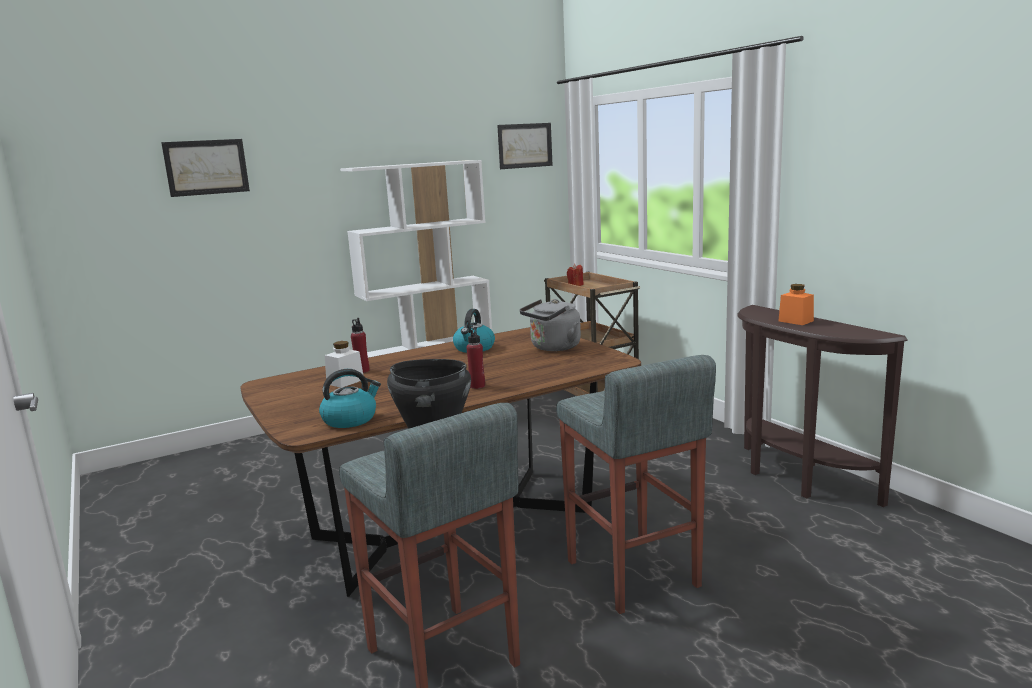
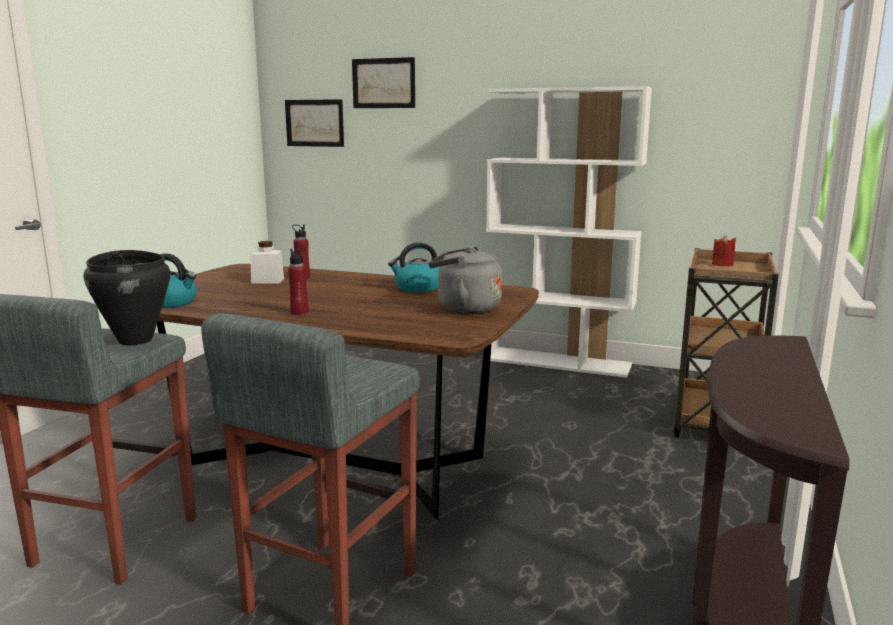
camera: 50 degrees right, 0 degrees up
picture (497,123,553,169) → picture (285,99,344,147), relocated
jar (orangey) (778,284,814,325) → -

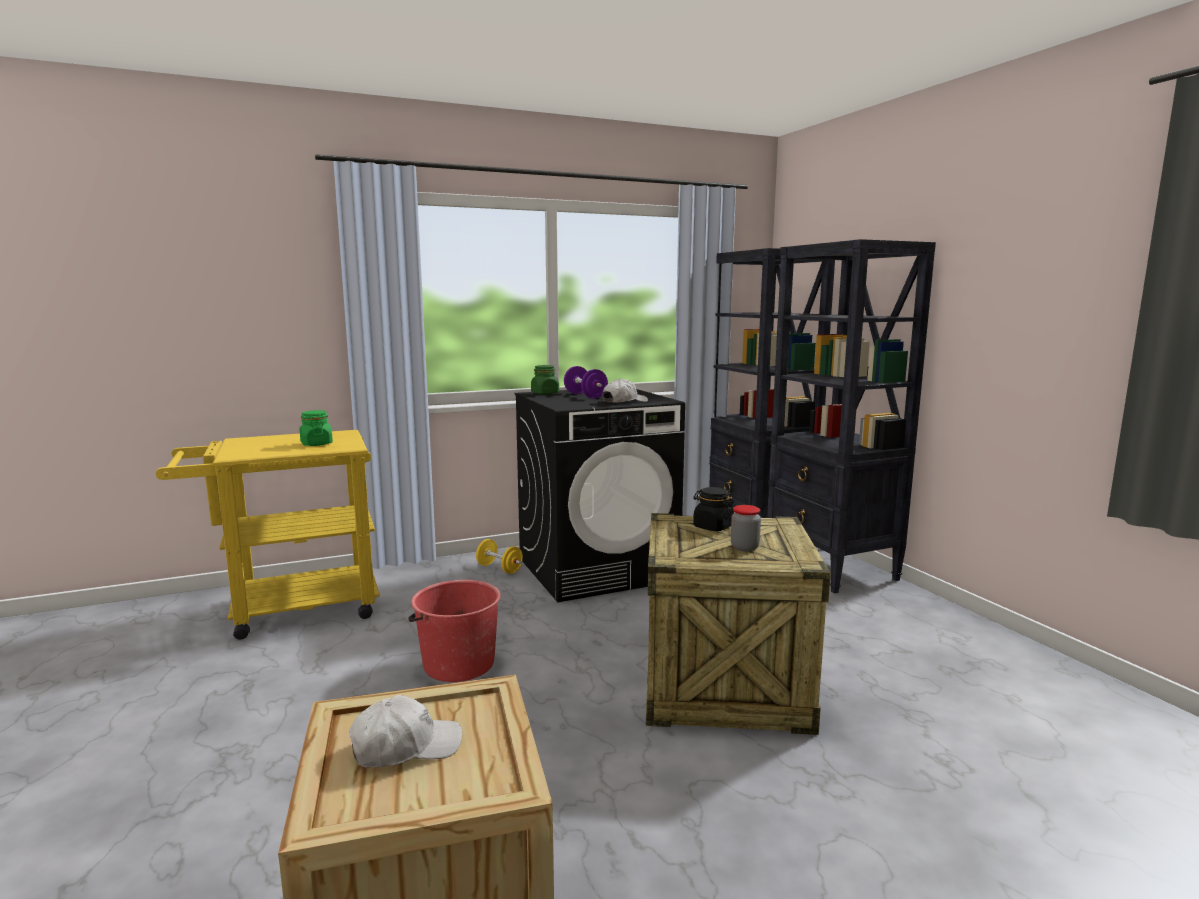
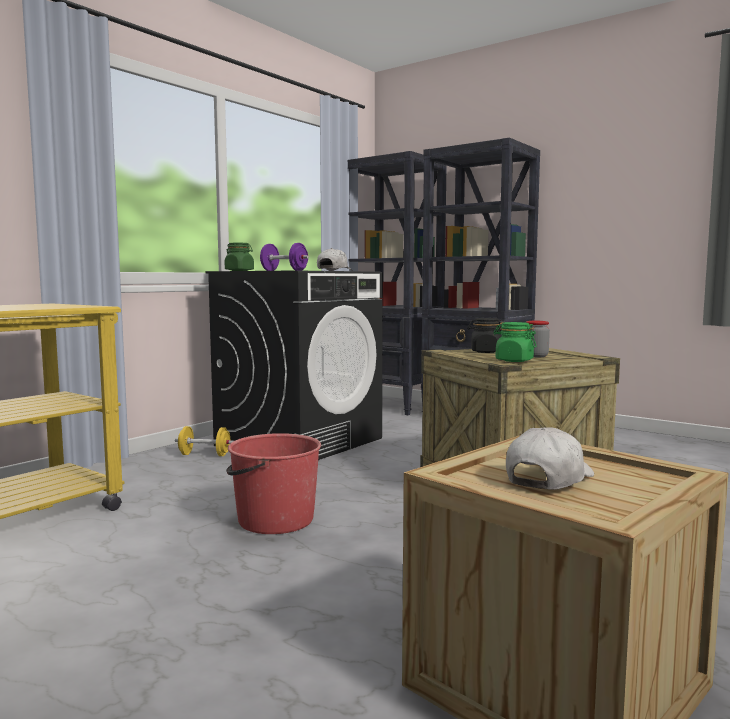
camera: 30 degrees left, 5 degrees down
jar (greenish) (300,410,333,446) → jar (greenish) (494,322,537,362), relocated

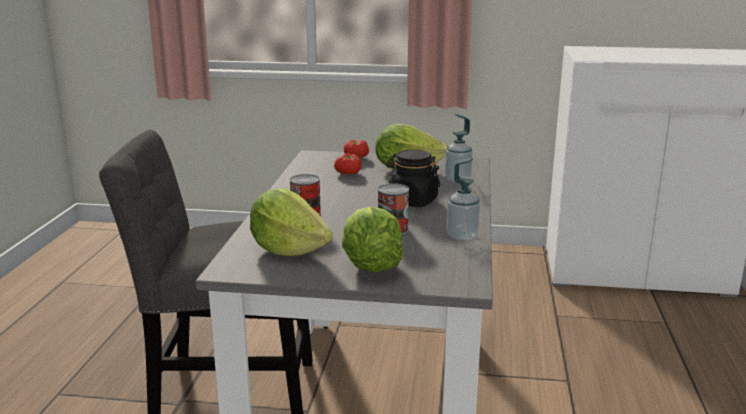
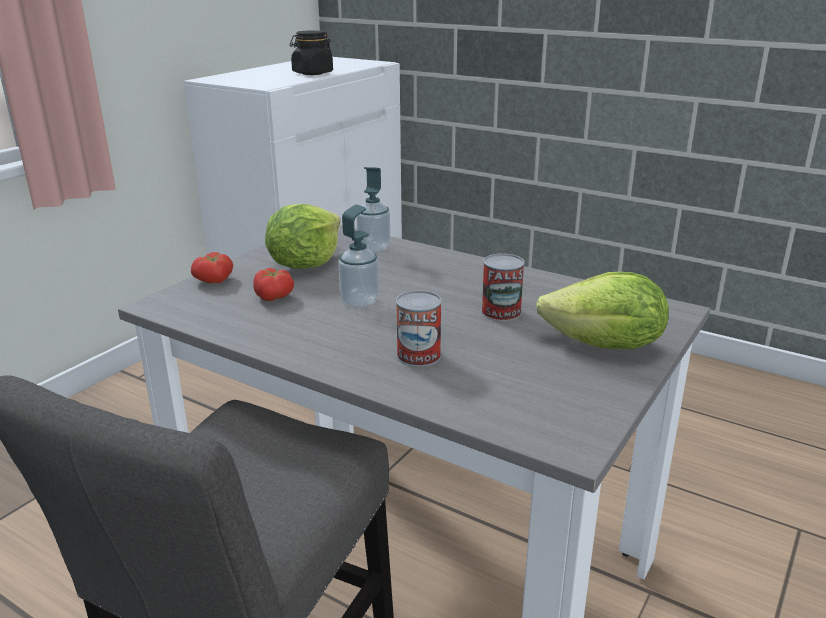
camera: 65 degrees left, 5 degrees up
jar (blackish) (386,150,440,207) → jar (blackish) (290,30,333,75), relocated
soap dispenser (447,158,480,241) → soap dispenser (338,205,379,308), relocated
lettuce head (250,189,333,256) → -

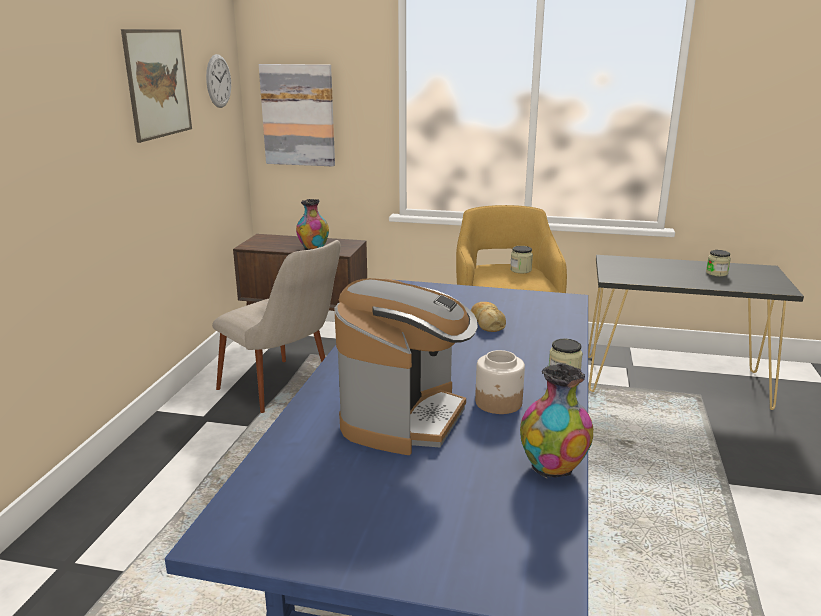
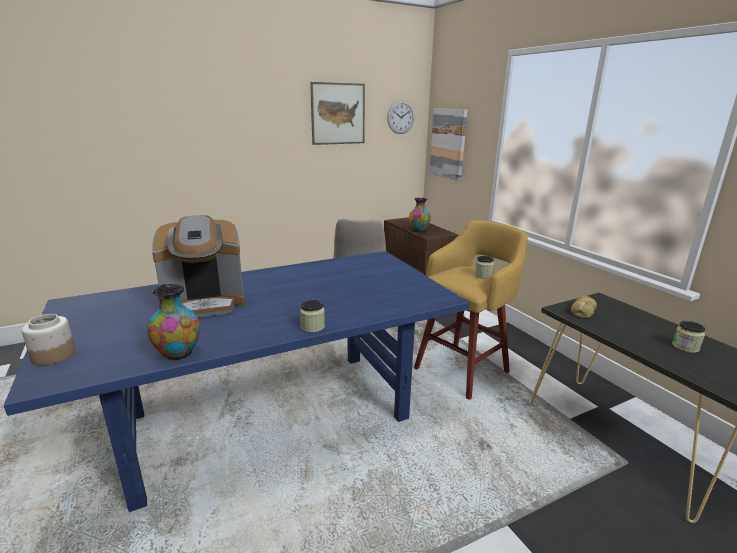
camera: 50 degrees right, 0 degrees up
jar (475,350,525,414) → jar (21,314,75,366), relocated
baked bread (471,302,506,332) → baked bread (571,296,597,318), relocated

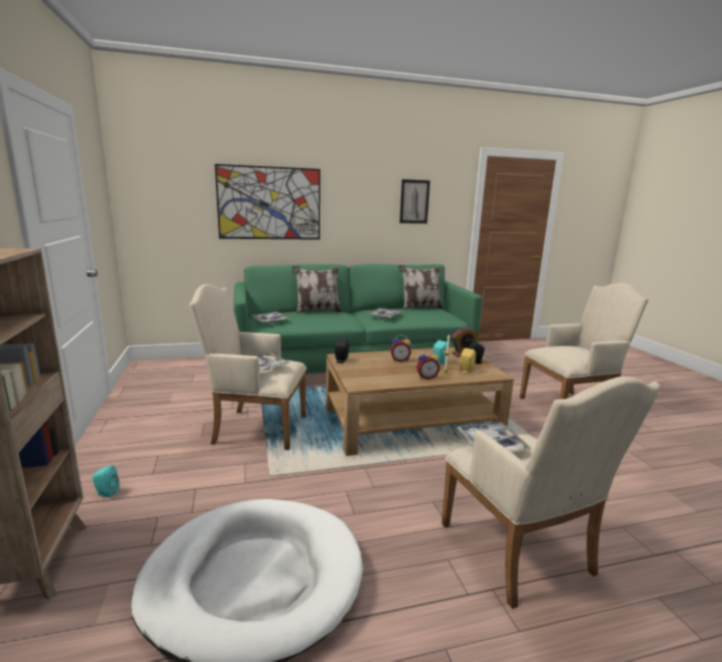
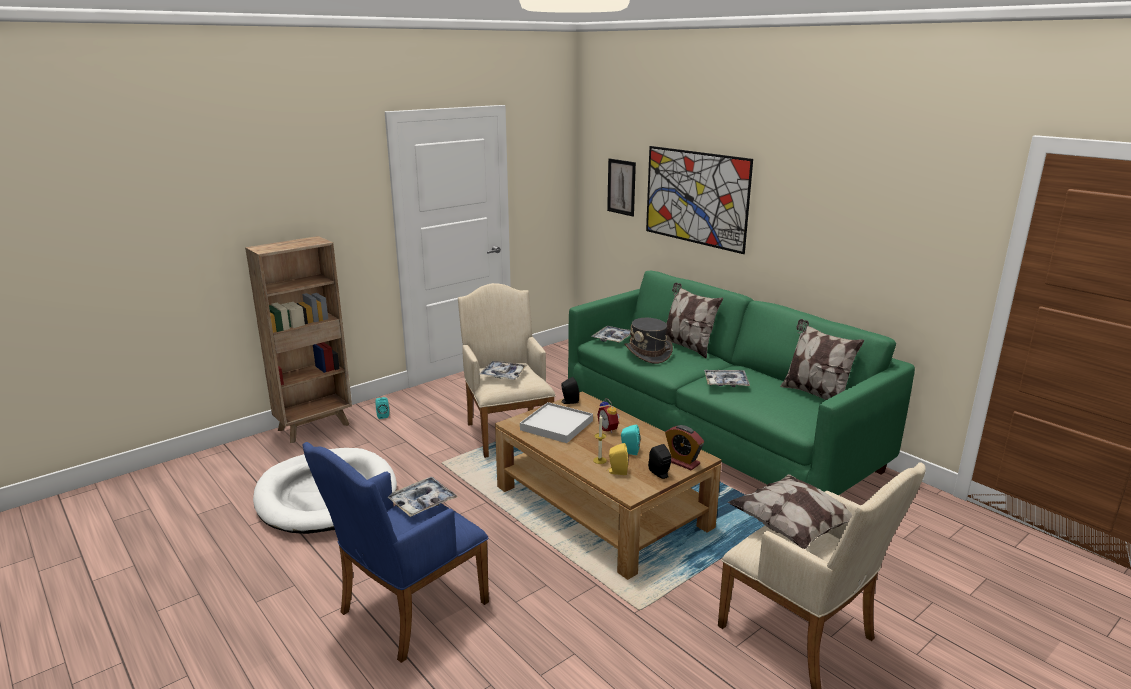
camera: 65 degrees right, 5 degrees up
lounge chair (beige-coloured) (442,376,660,609) → lounge chair (blue) (302,442,489,663)
- → tray (white-coloured) (520,402,593,443)
picture (400,179,430,224) → picture (607,158,636,217), relocated
- → wearable hat (gray) (624,318,673,364)
- → throw pillow (728,474,852,549)
bedside clock (416,350,440,380) → -

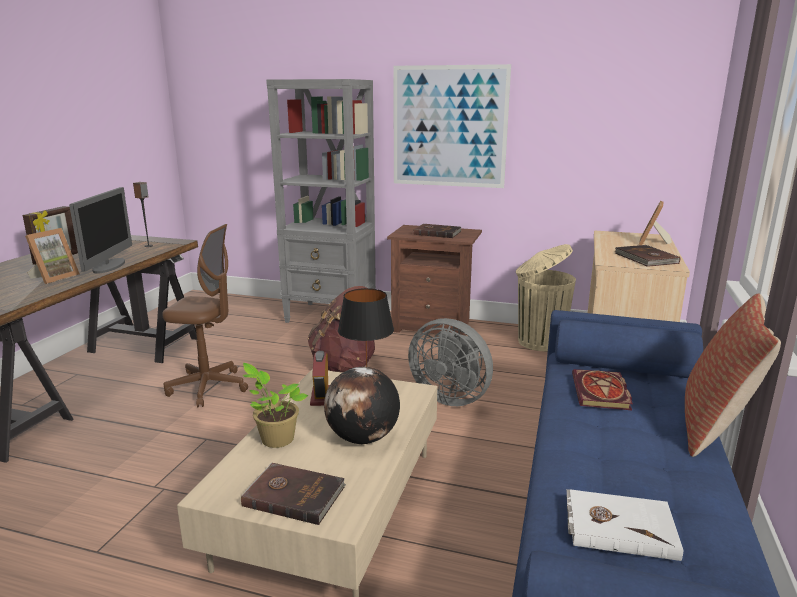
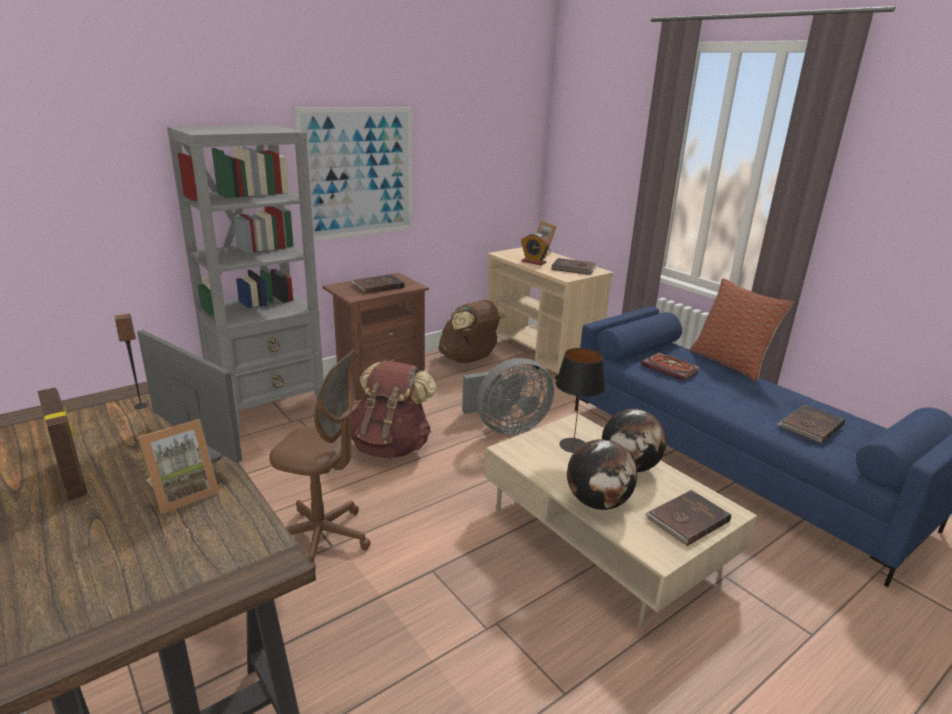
camera: 55 degrees left, 5 degrees up
photo frame (25,228,80,284) → photo frame (139,419,219,514), 75 degrees clockwise
office chair (brown) (162,224,248,407) → office chair (brown) (269,350,371,571), 60 degrees clockwise
trash can (beige-coloured) (516,244,576,351) → knapsack (brown) (438,300,508,363)
bedside clock (310,351,330,406) → bedside clock (521,233,550,265), relocated
plant in a pot (243,363,308,448) → world globe (567,439,637,510)
bound book (white-coloured) (567,489,683,561) → bound book (brown) (777,405,845,444)

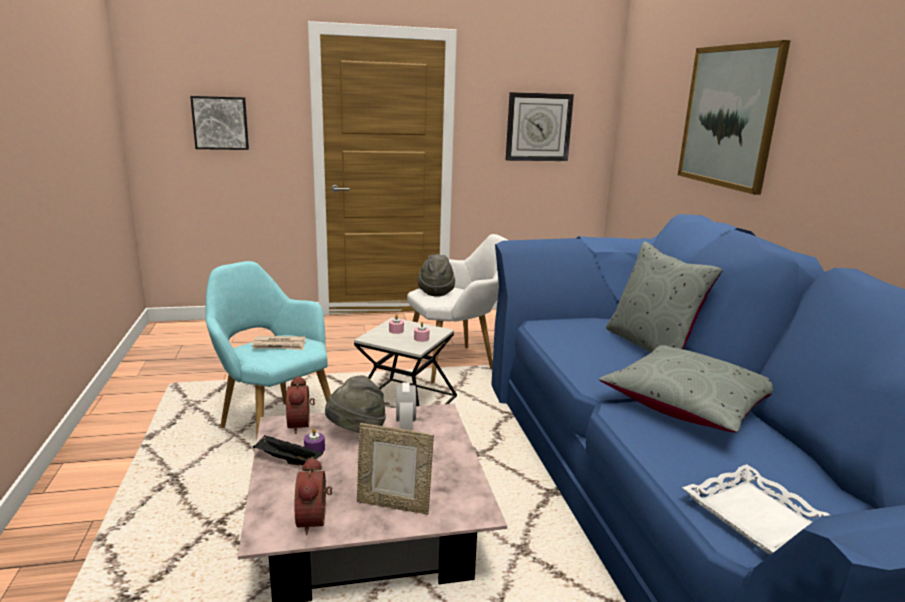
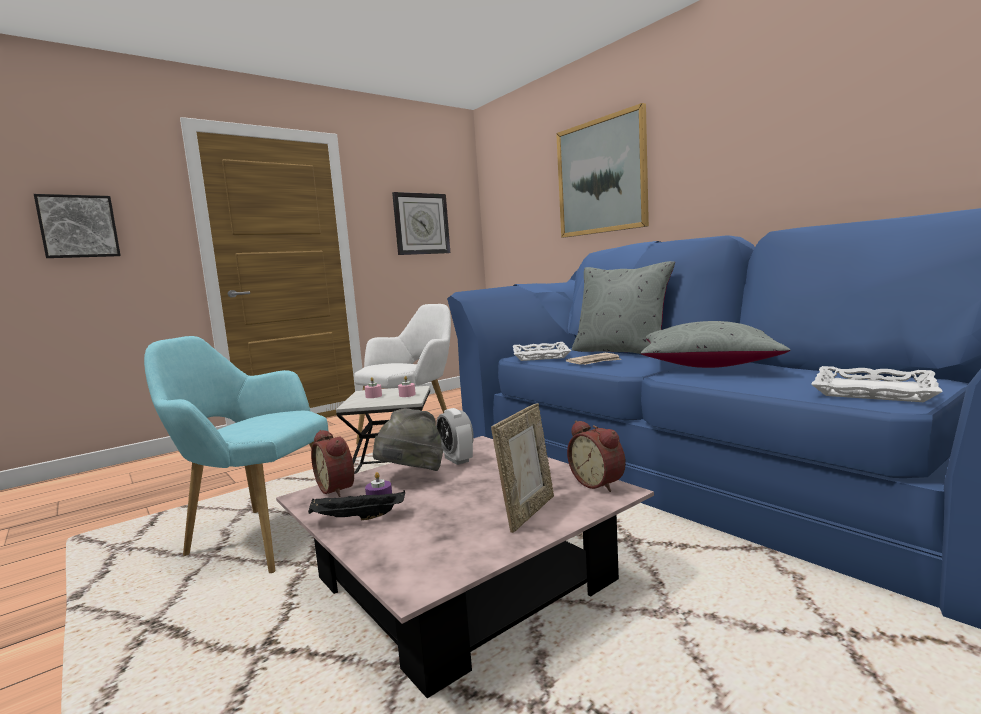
camera: 25 degrees left, 10 degrees down
photo frame (357,423,434,515) → photo frame (491,403,554,533), 45 degrees counterclockwise
- → tray (white-coloured) (513,342,571,361)
daily paper (252,336,306,350) → daily paper (566,353,621,365), relocated
bedside clock (295,457,332,535) → bedside clock (567,420,626,492), relocated
wearable hat (gray) (418,254,455,297) → -

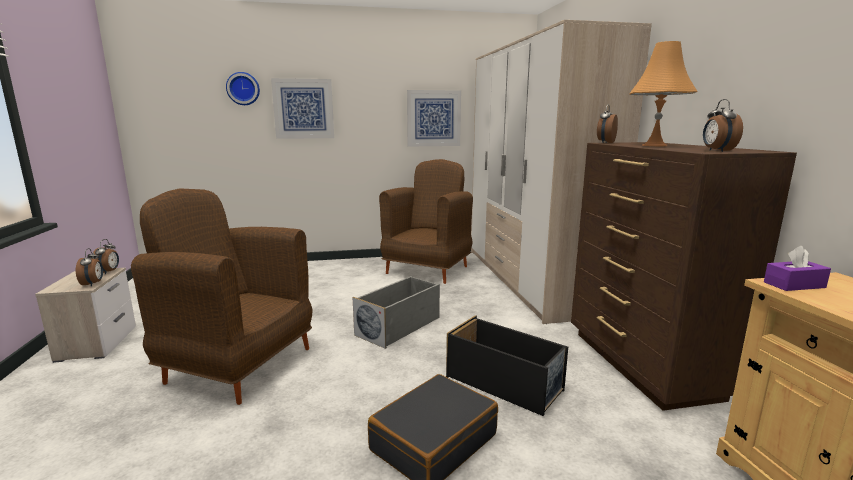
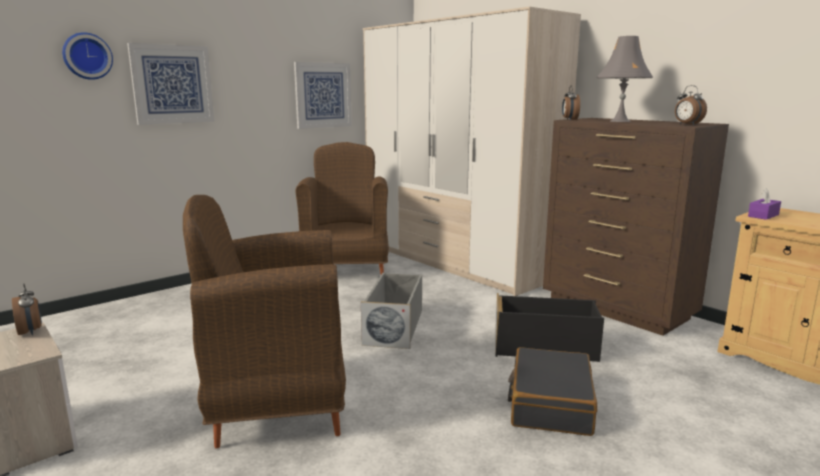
camera: 30 degrees left, 0 degrees up
lamp for a table (orangey) (629,41,697,146) → lamp for a table (gray) (597,36,653,122)
bedside clock (76,248,103,286) → -

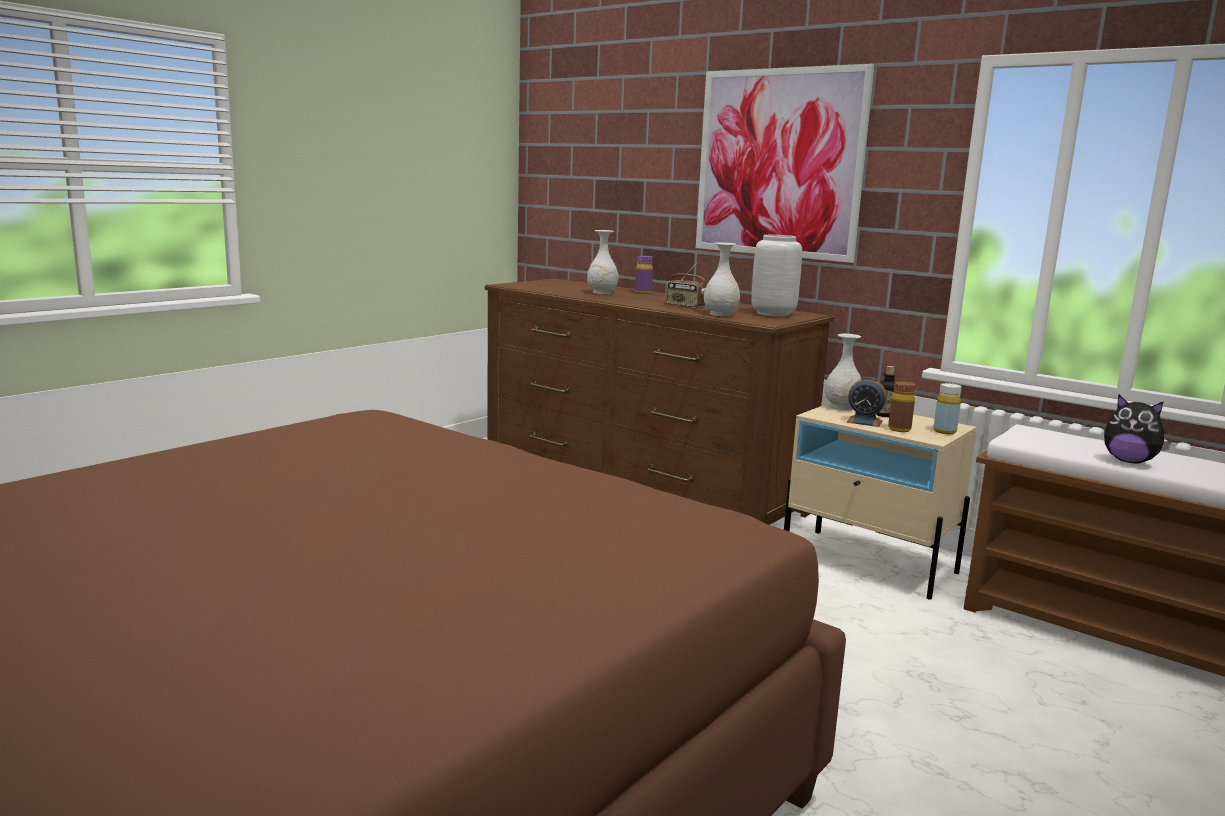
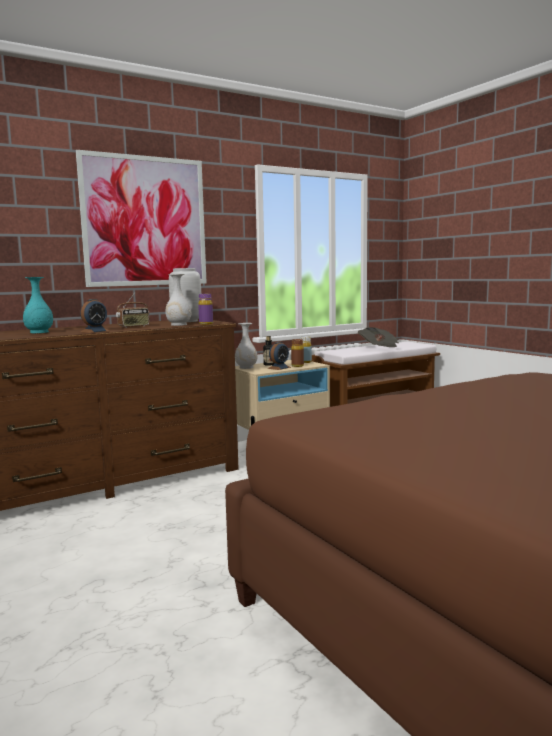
camera: 70 degrees left, 5 degrees down
vase (white-coloured) (587,230,619,294) → vase (blue-green) (23,277,53,333)
- → bedside clock (80,299,110,333)
bottle (purplish) (635,256,653,294) → bottle (purplish) (198,294,213,325), relocated
plush toy (1104,395,1171,464) → daily paper (358,327,399,347)

